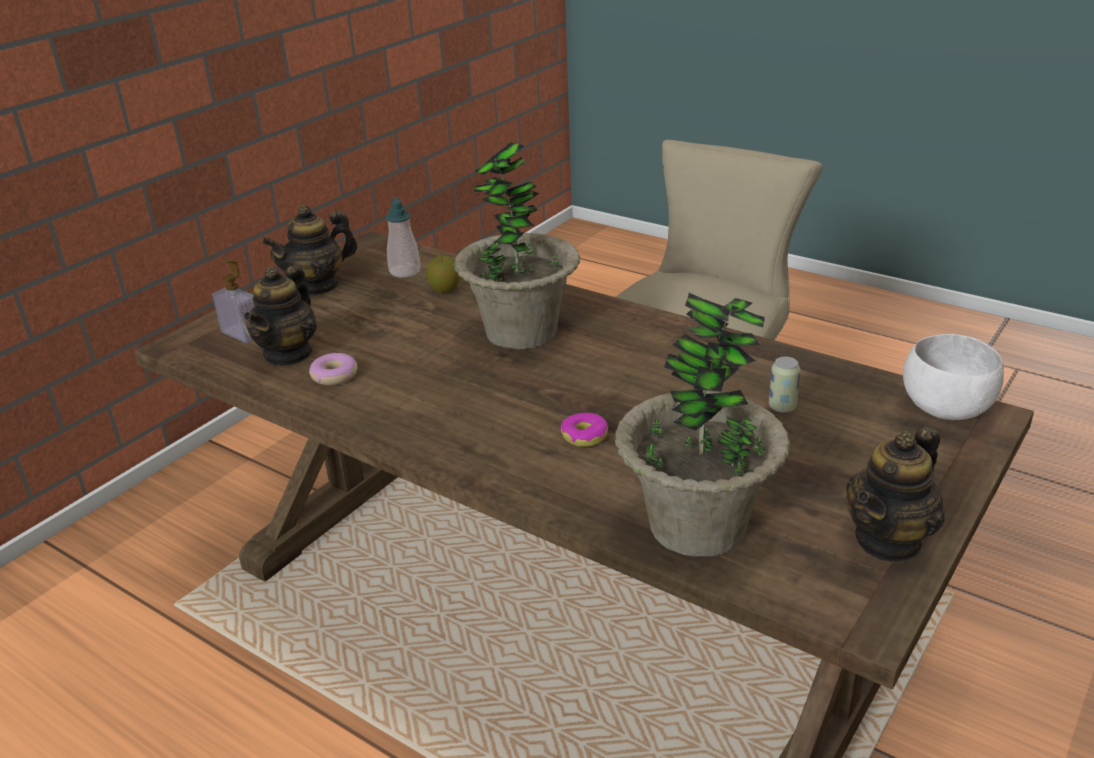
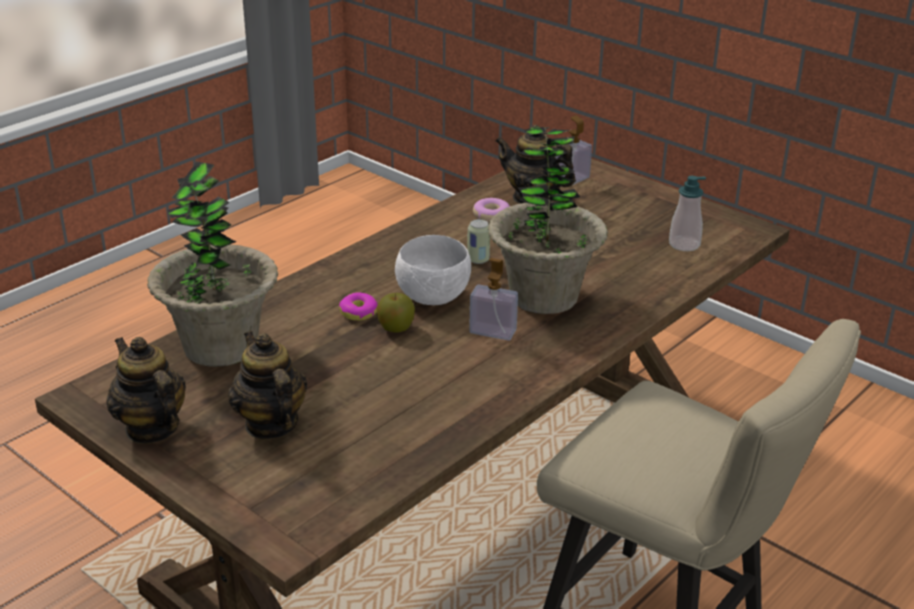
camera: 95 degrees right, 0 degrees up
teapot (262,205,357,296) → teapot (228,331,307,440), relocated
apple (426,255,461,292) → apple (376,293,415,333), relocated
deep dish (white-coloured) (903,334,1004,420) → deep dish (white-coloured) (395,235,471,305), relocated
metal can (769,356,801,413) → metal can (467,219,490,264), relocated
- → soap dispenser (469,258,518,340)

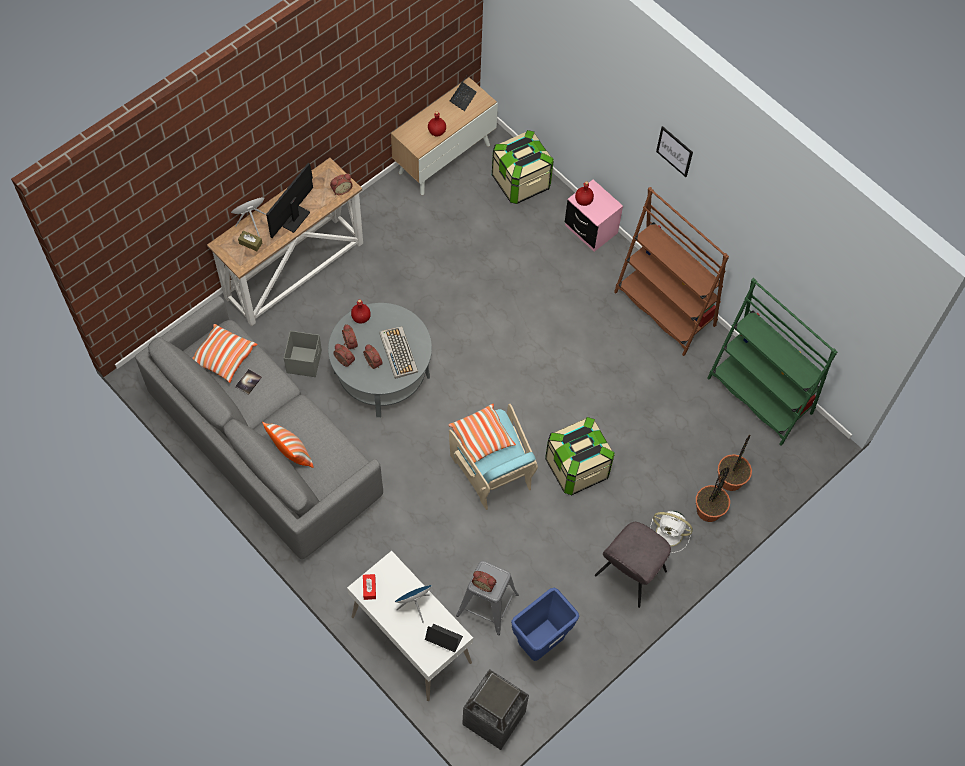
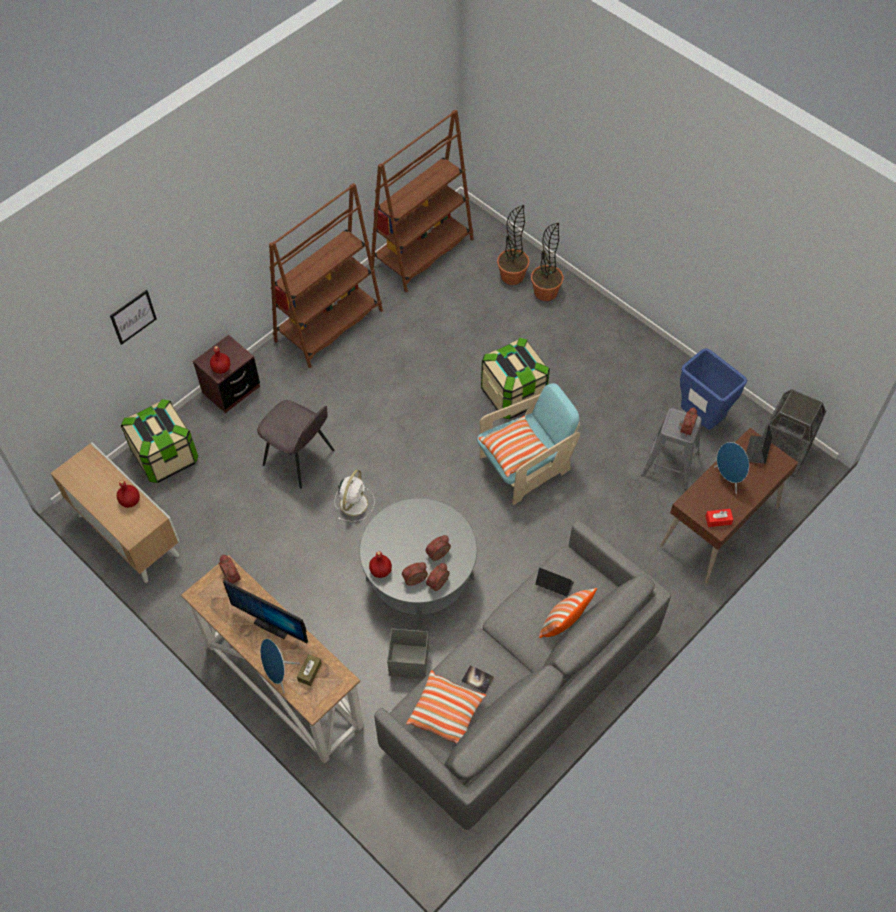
camera: 90 degrees left, 5 degrees down
picture (656,126,693,177) → picture (110,290,157,345), relocated
nightstand (pink-coloured) (565,179,623,252) → nightstand (brown) (193,335,260,413)
chair (gray) (595,522,671,608) → chair (gray) (257,400,334,489), relocated
electric fan (white-coloured) (650,510,693,553) → electric fan (white-coloured) (335,470,375,522), relocated
bookshelf (greenish) (708,278,837,446) → bookshelf (brown) (371,109,474,293)
notebook computer (450,74,477,111) → notebook computer (535,568,574,597), relocated
desk table (white-coloured) (347,551,473,701) → desk table (brown) (660,428,798,584)
computer keyboard (379,326,418,379) → -

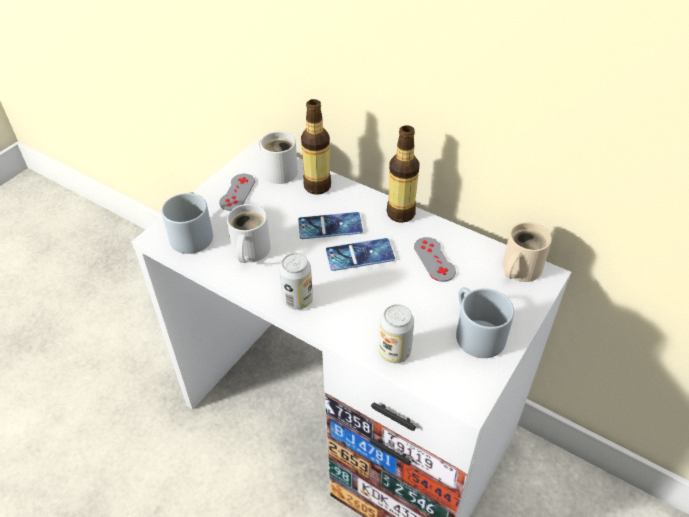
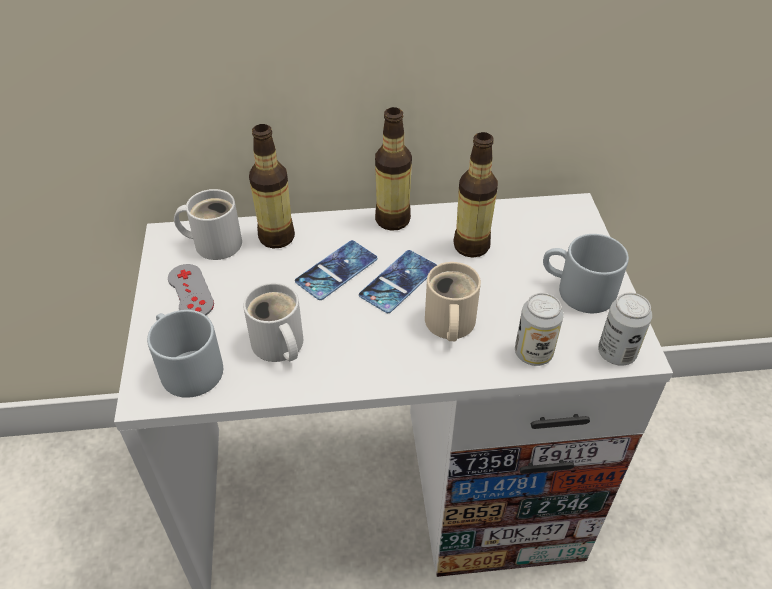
camera: 40 degrees left, 0 degrees up
tea mug (beige-coloured) (502,222,552,282) → tea mug (beige-coloured) (425,262,481,341), relocated
gamepad (gray) (414,237,456,282) → bottle (453,132,498,257)
metal can (279,253,313,310) → metal can (598,293,652,366), relocated

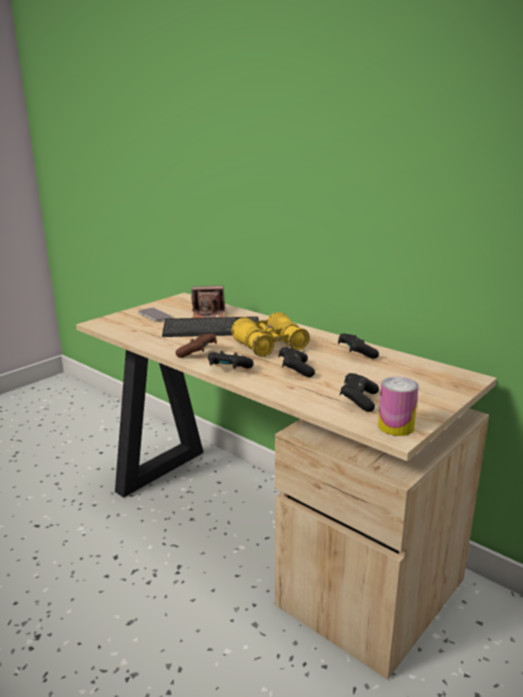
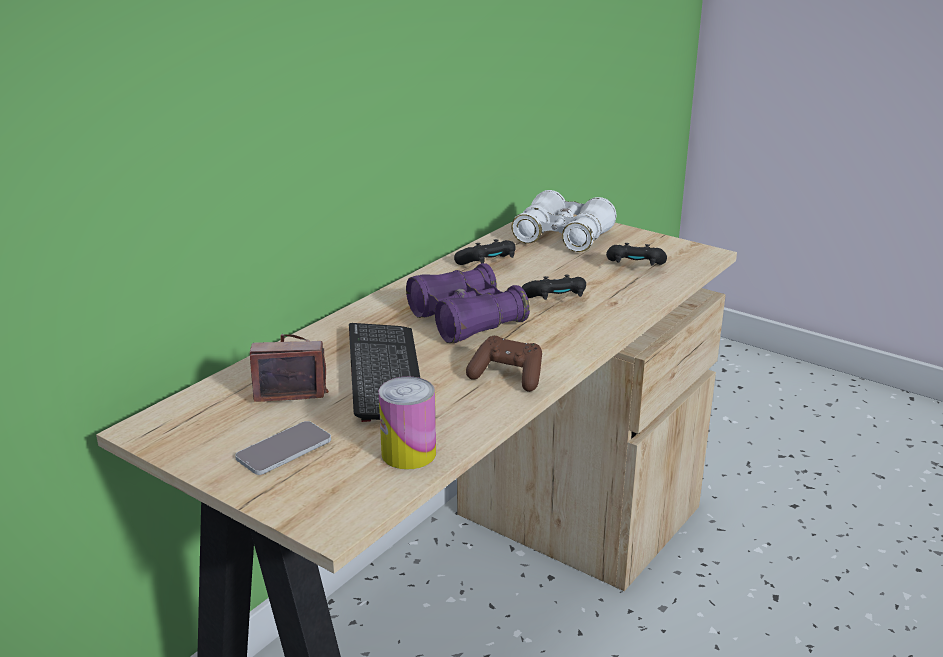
camera: 95 degrees left, 5 degrees up
photo camera (191,285,225,318) → photo camera (250,334,329,402), 90 degrees counterclockwise
metal can (378,377,419,436) → metal can (379,377,436,470), relocated
field glasses (yellowish) (232,312,310,357) → field glasses (purplish) (406,263,530,343)
- → field glasses (white-coloured) (511,190,616,252)
gamepad (blackish) (208,351,254,369) → -

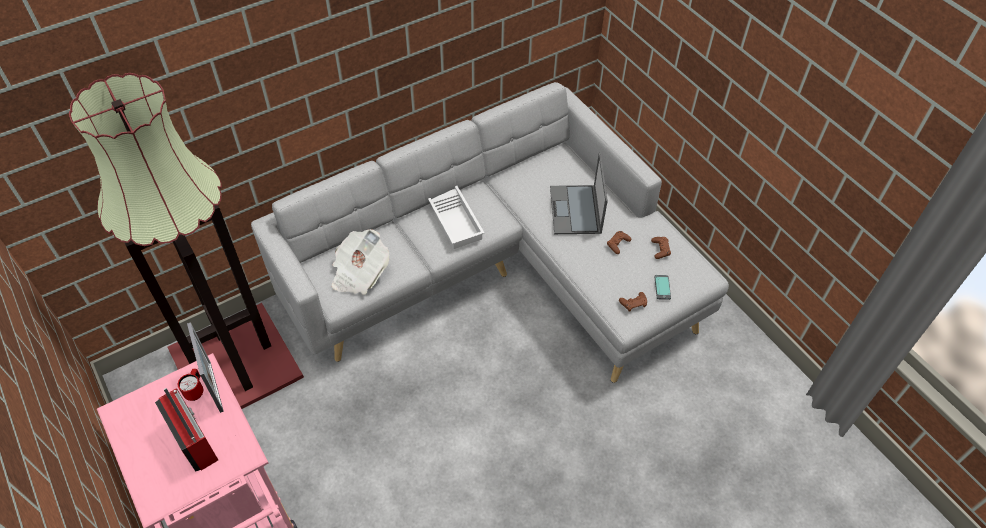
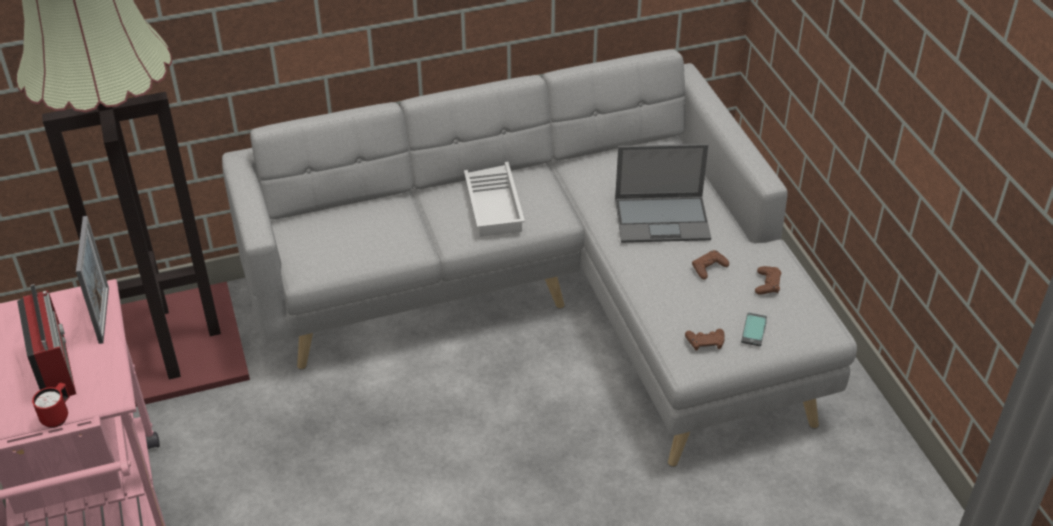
camera: 15 degrees right, 10 degrees down
tea mug (reddish) (178,369,203,401) → tea mug (reddish) (32,383,70,428), relocated
notebook computer (550,153,608,234) → notebook computer (615,144,711,243), 105 degrees counterclockwise
daily paper (332,229,389,295) → -

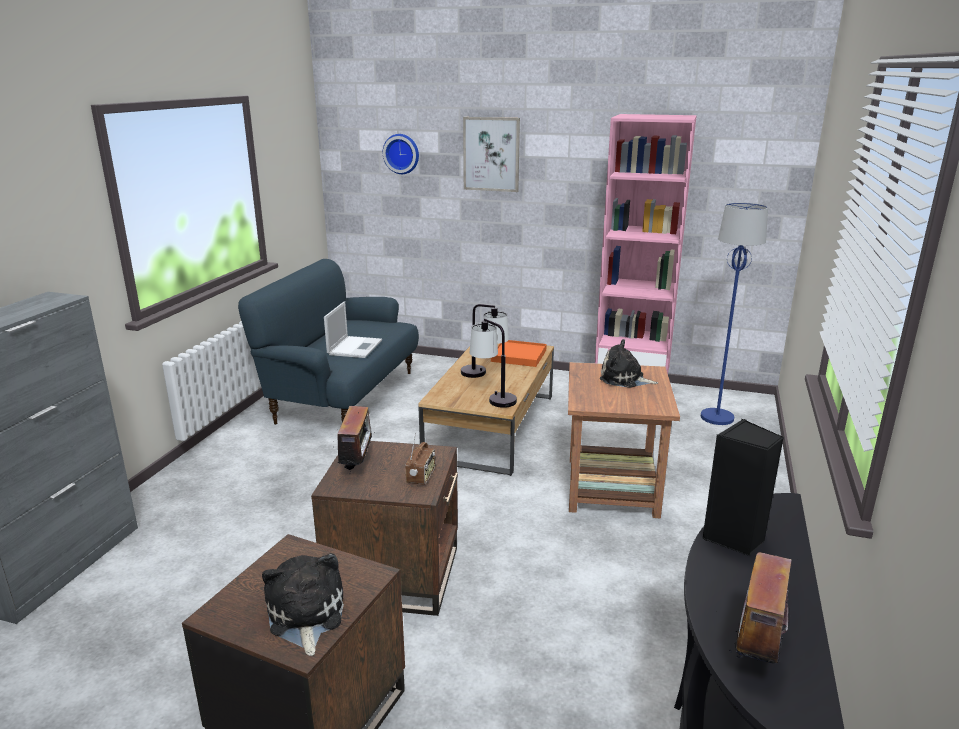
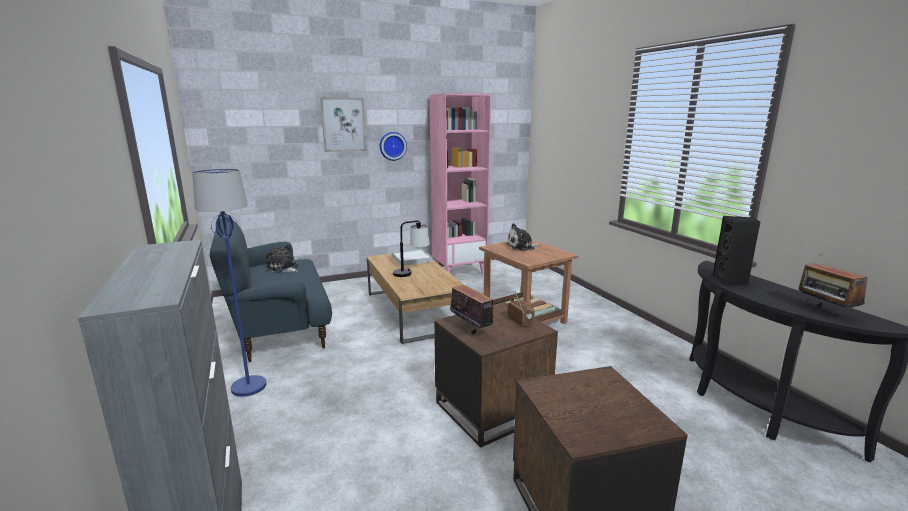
camera: 40 degrees left, 5 degrees down
standard lamp (blue) (701,203,768,425) → standard lamp (blue) (192,168,266,397), relocated
plush toy (262,553,344,656) → plush toy (266,244,299,273), relocated
hanging clock (383,134,419,174) → hanging clock (380,132,407,161), relocated
tray (orangey) (491,340,547,367) → tray (white-coloured) (392,249,433,266)
notebook computer (324,301,382,358) → -
lamp for a table (470,319,517,408) → -

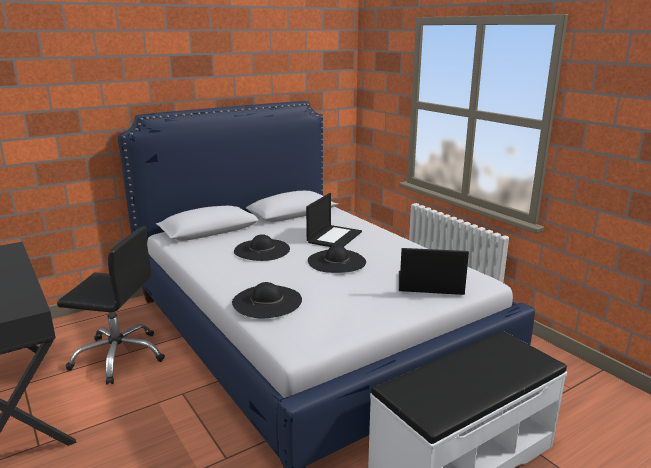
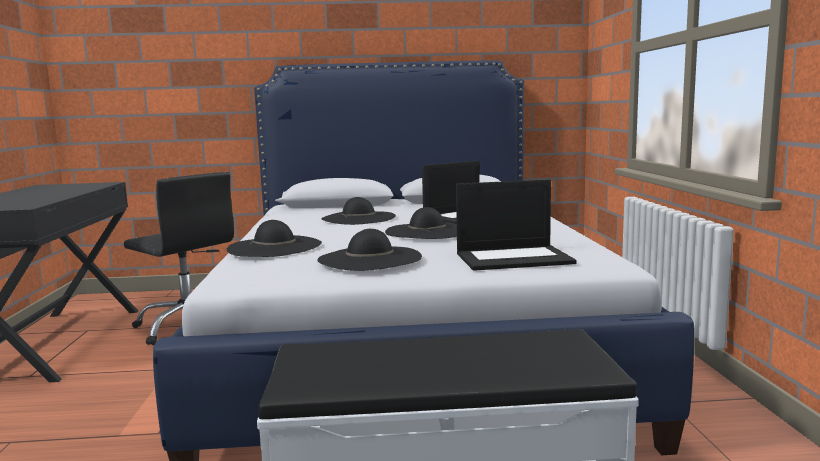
camera: 30 degrees right, 10 degrees down
- → wearable hat (blackish) (317,229,422,271)
notebook computer (399,248,469,295) → notebook computer (456,180,577,271), 135 degrees clockwise

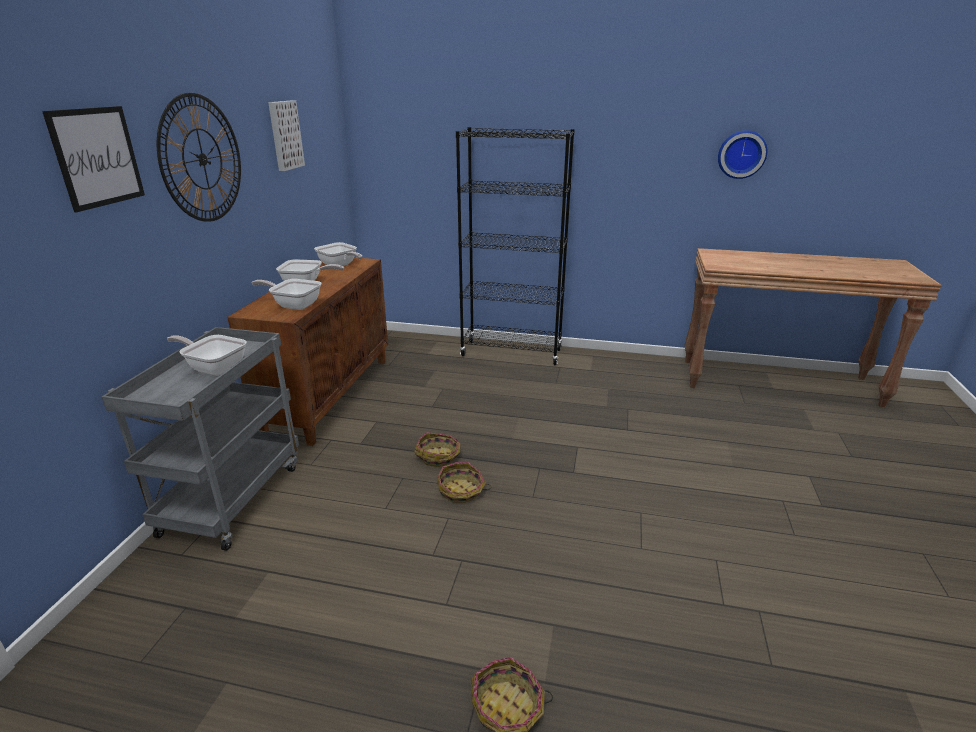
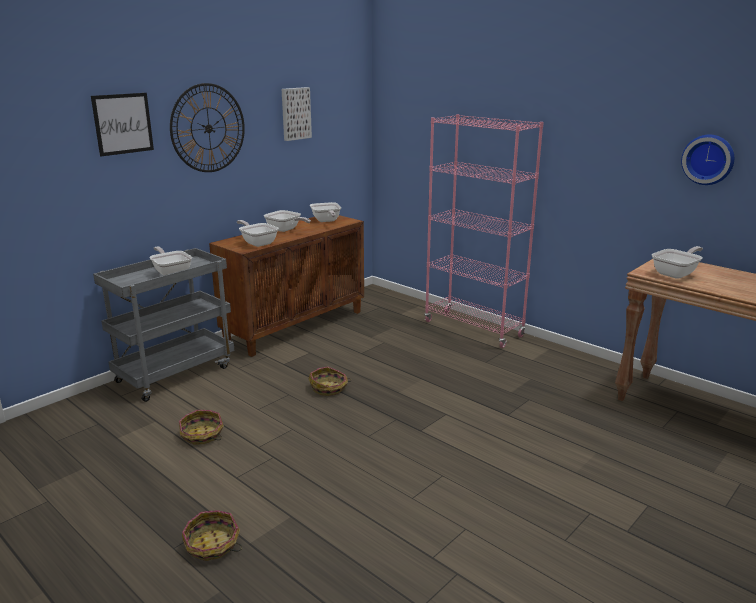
camera: 30 degrees right, 5 degrees down
storage basket (437,462,491,503) → storage basket (179,410,224,445), relocated
bookshelf (blackish) (456,127,575,365) → bookshelf (pink-coloured) (424,114,544,348)
- → pan (652,246,703,279)

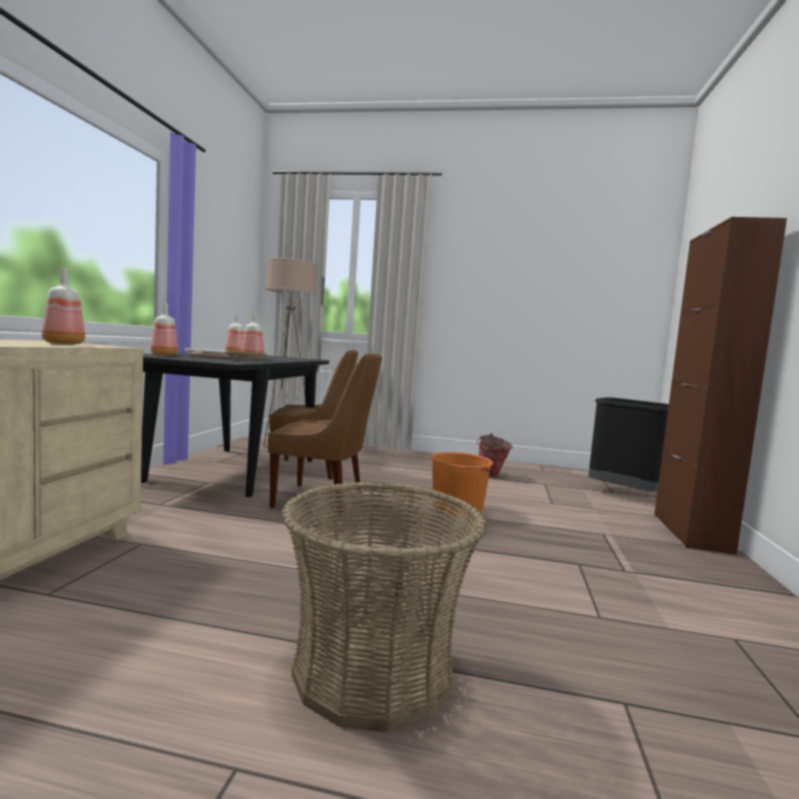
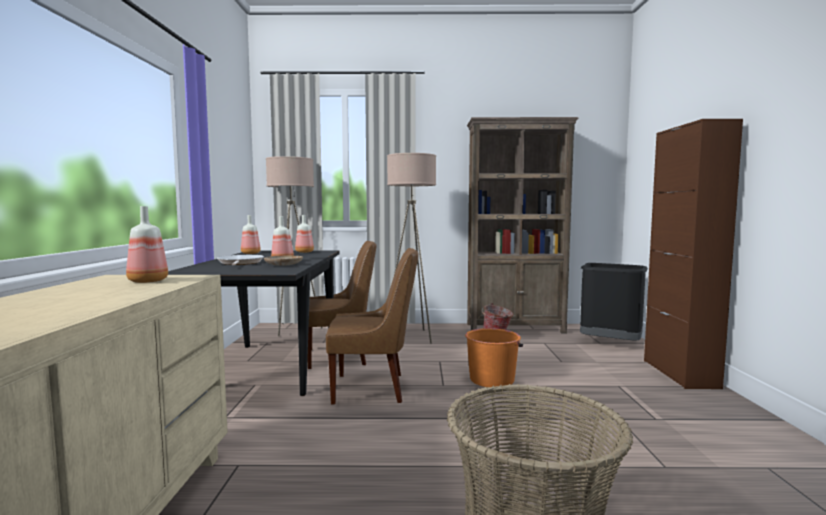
camera: 10 degrees left, 0 degrees up
bottle (150,303,178,356) → bottle (295,215,314,253), relocated
- → standard lamp (beige-coloured) (387,153,436,344)
- → bookshelf (brown) (467,117,579,334)

